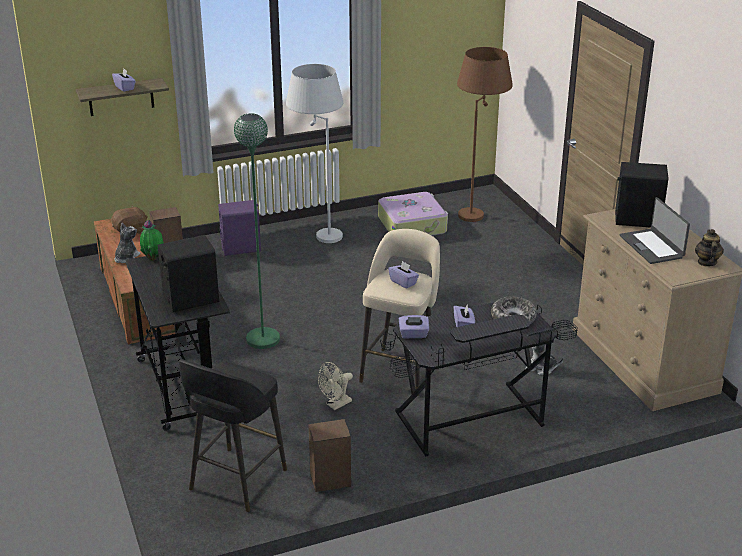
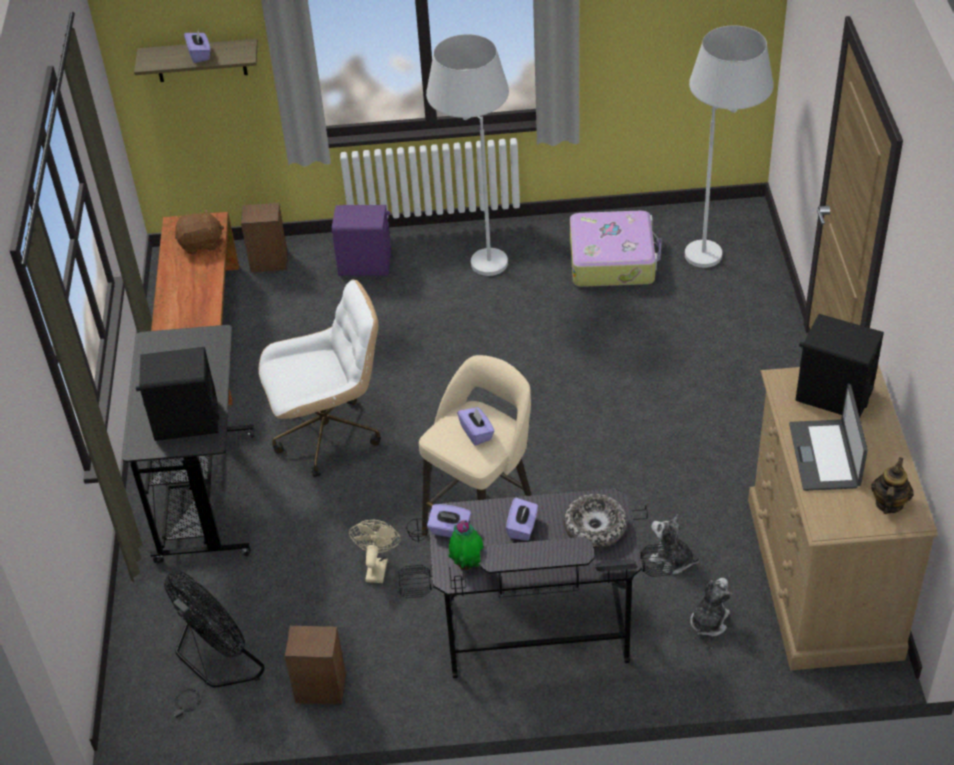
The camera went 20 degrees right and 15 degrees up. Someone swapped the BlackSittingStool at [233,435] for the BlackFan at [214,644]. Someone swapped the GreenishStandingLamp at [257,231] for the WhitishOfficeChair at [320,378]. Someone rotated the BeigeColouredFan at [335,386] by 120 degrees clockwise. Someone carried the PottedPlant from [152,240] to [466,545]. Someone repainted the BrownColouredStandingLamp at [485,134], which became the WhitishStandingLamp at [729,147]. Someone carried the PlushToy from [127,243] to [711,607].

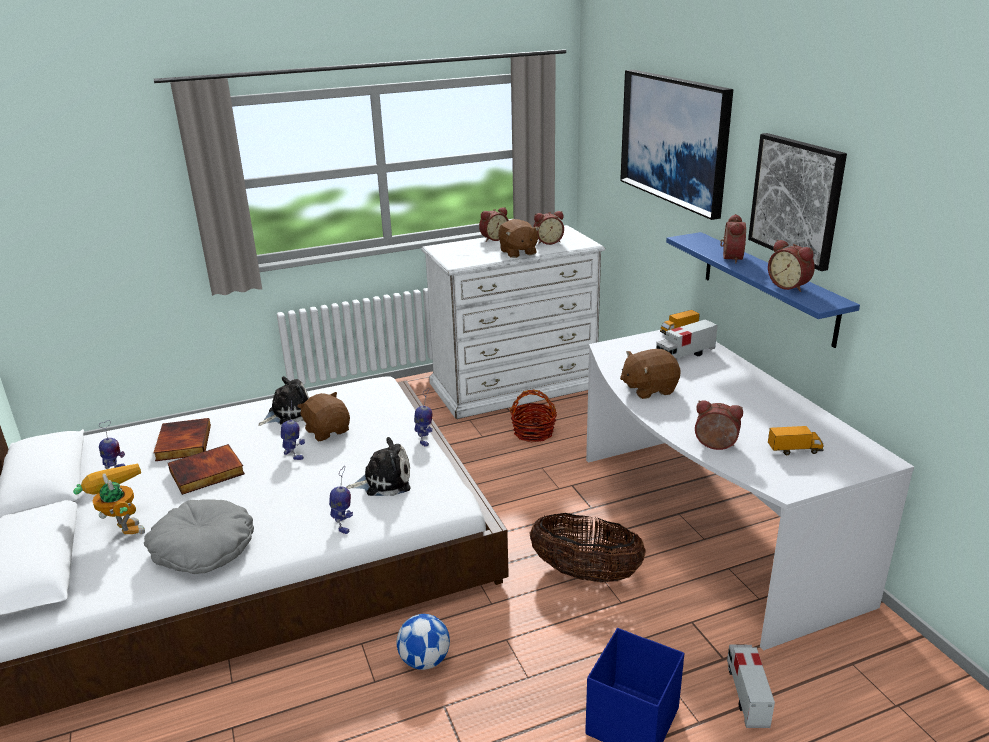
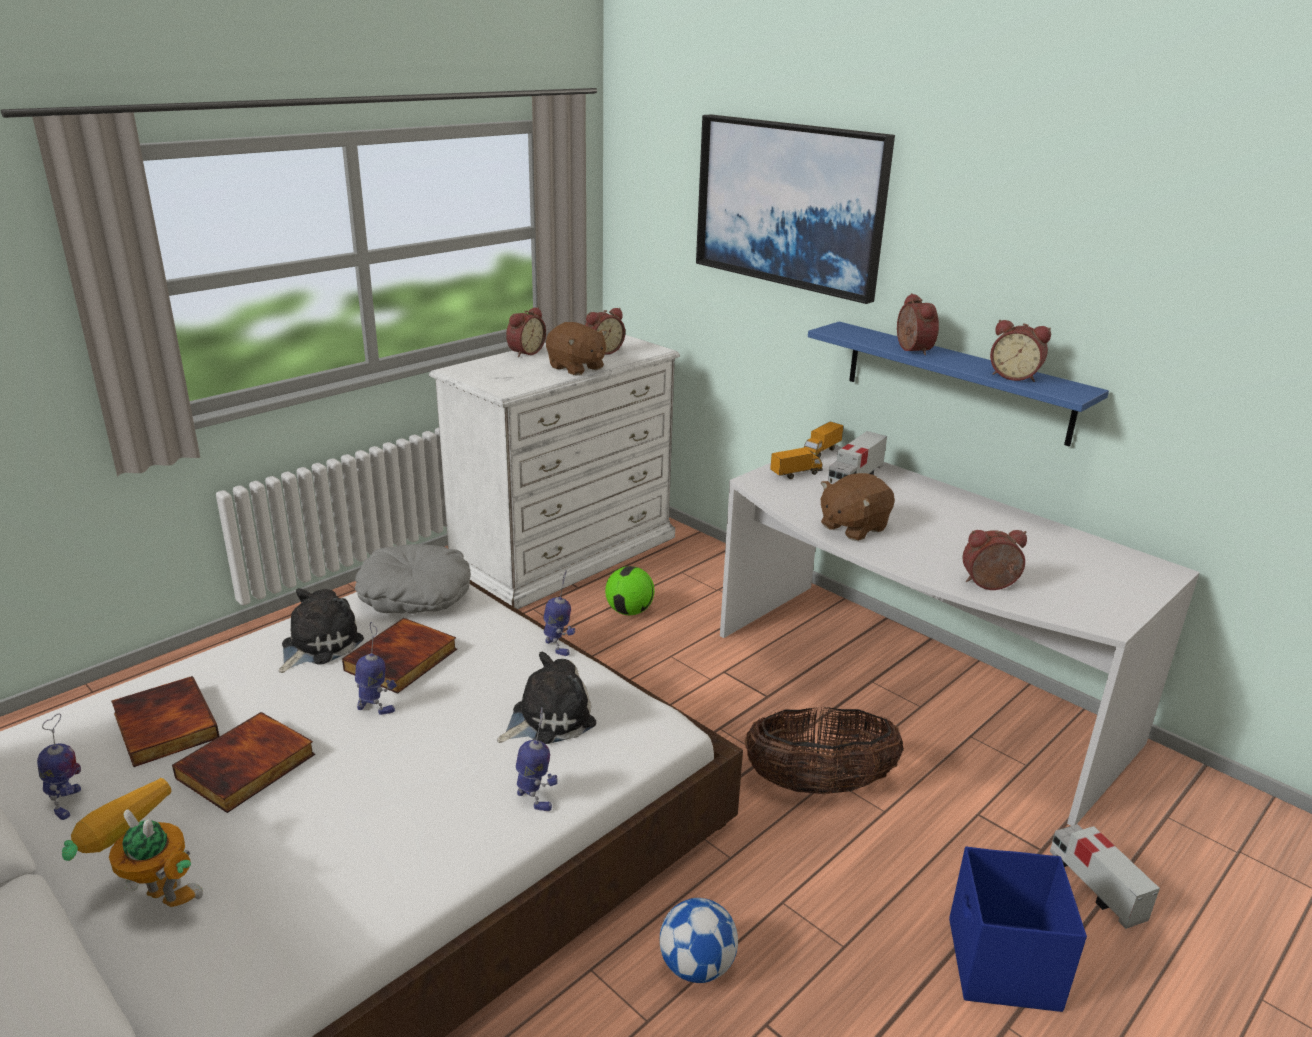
The camera went 25 degrees left and 0 degrees up. Someone swapped the BrownColouredPlushToy at [323,416] for the BoundBook at [399,656]. Someone carried the GreyishThrowPillow from [199,536] to [413,579]. Someone swapped the Basket at [533,416] for the Football at [630,590]. Someone carried the ModelTruck from [796,440] to [796,463]. Someone took away the Picture at [797,202].

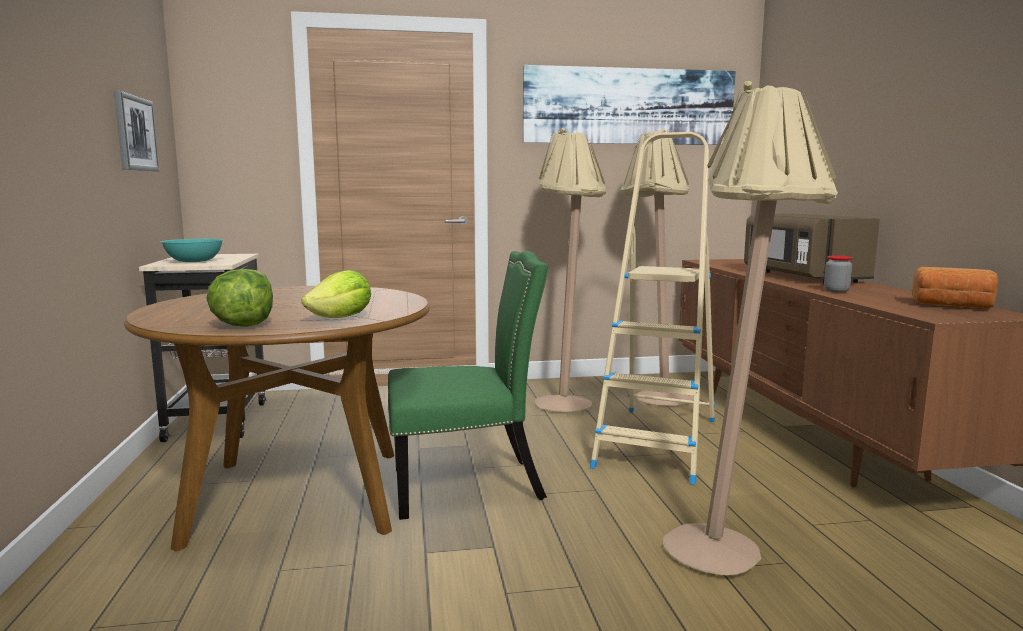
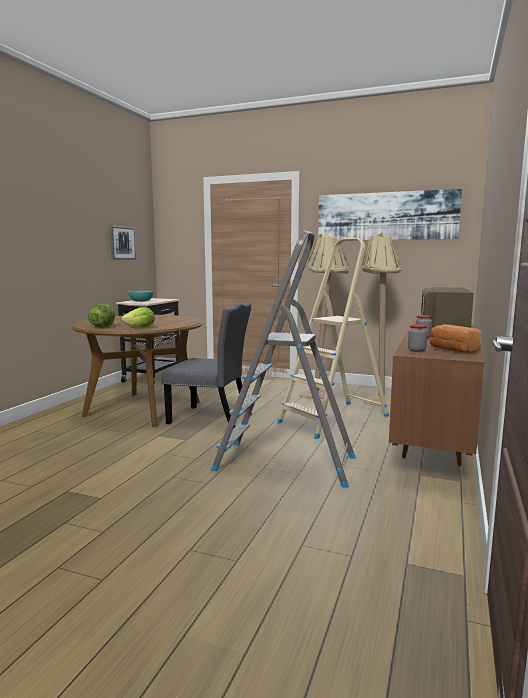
The camera went 30 degrees right and 0 degrees up. Someone repainted the GreenishPlainChair at [468,385], which became the GreyishPlainChair at [206,366]. Someone swapped the BeigeColouredStandingLamp at [750,328] for the GreyishStepladder at [283,359]. Someone put down the StorageJar at [417,338].

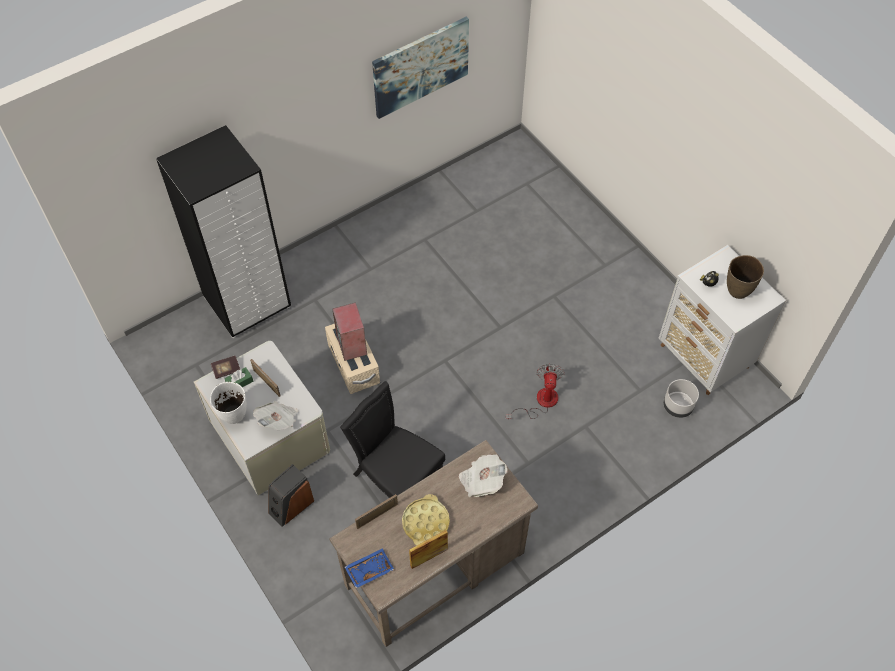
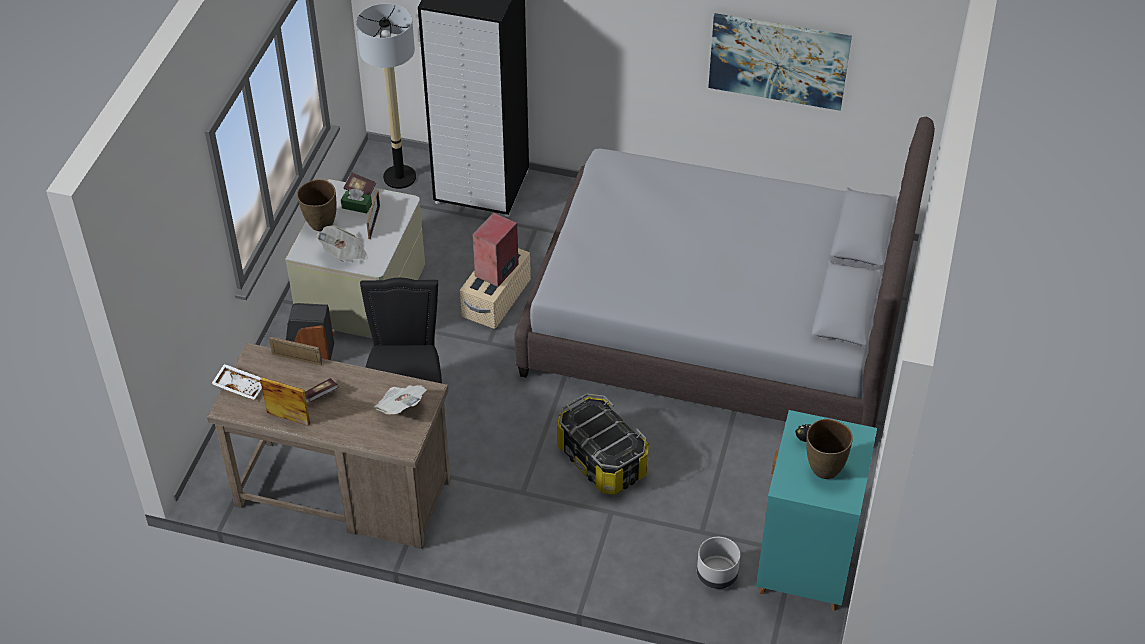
The camera went 50 degrees right and 10 degrees down. Someone repainted the BluishServingTray at [369,568], which became the WhitishServingTray at [236,382]. Someone repainted the WhitishVase at [228,403], which became the BrownColouredVase at [316,205]. Someone swapped the YellowColouredServingTray at [426,520] for the BoundBook at [322,390]. Someone put down the StandingLamp at [386,96]. Someone put down the GreyishSleepingBed at [725,272]. Someone swapped the Fan at [535,391] for the StorageBin at [603,444]. Someone repainted the WhitishDrawerChest at [722,320], which became the BlueGreenDrawerChest at [816,510].

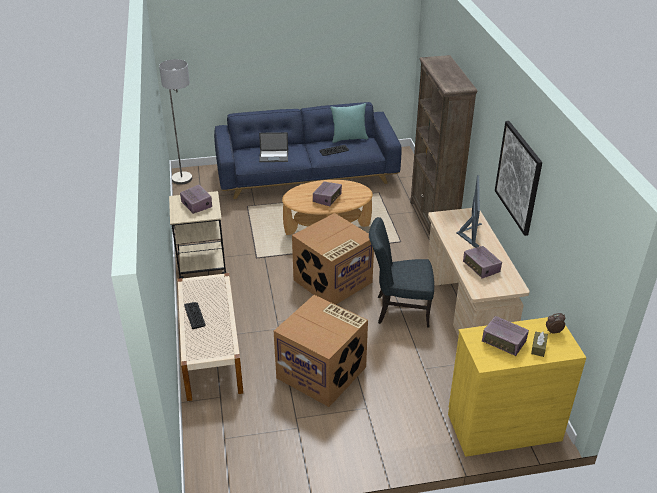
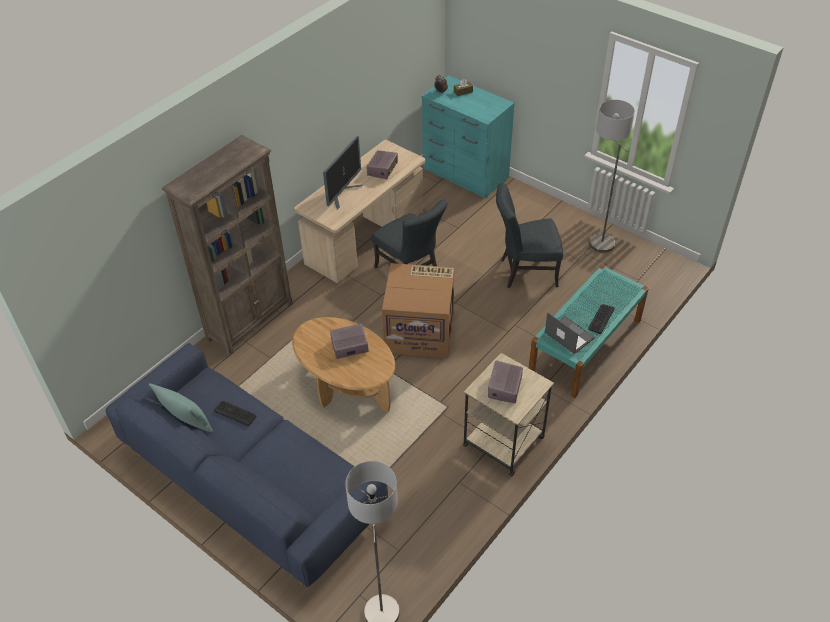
The camera went 130 degrees left and 10 degrees up. Someone rotated the ComputerDisplay at [469,211] by 150 degrees clockwise. Someone repainted the YellowColouredDrawerChest at [517,387], which became the BlueGreenDrawerChest at [468,137]. Someone swapped the Carton at [321,351] for the GreyishPlainChair at [529,235]. Someone repainted the BeigeColouredBench at [210,337], which became the BlueGreenBench at [588,331]. Someone carried the NotebookComputer from [273,147] to [570,333]. Someone put down the GreyishStandingLamp at [612,176]. Someone took away the RadioSet at [505,336]. Someone took away the Picture at [518,178].

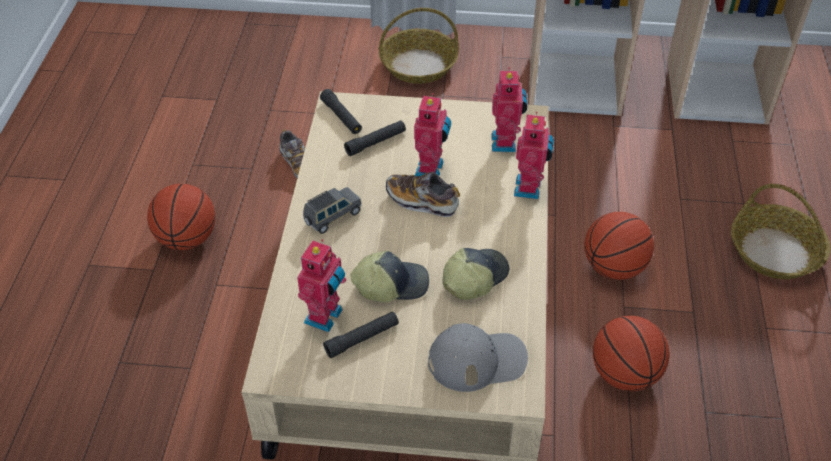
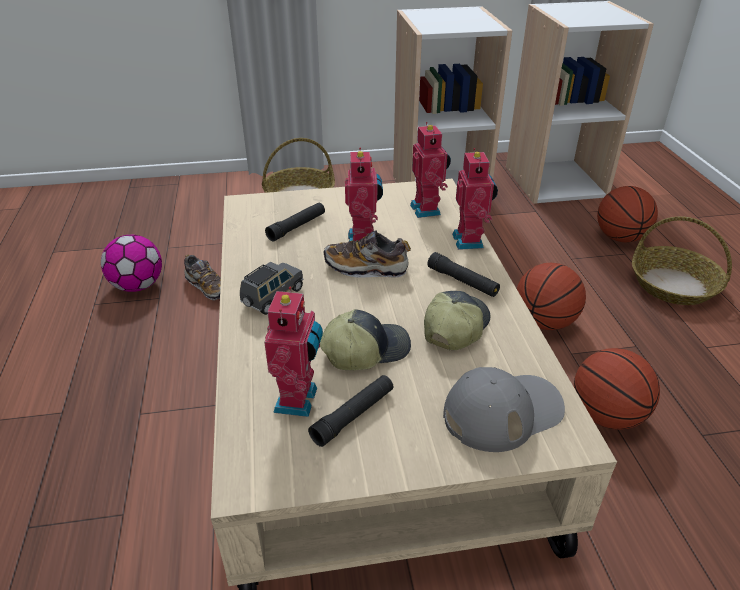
The camera went 15 degrees left and 10 degrees down. Someone put down the Football at [131,263]. Someone carried the BlackHandTorch from [341,111] to [463,274]. Someone carried the BallForBasketball from [181,217] to [627,214].

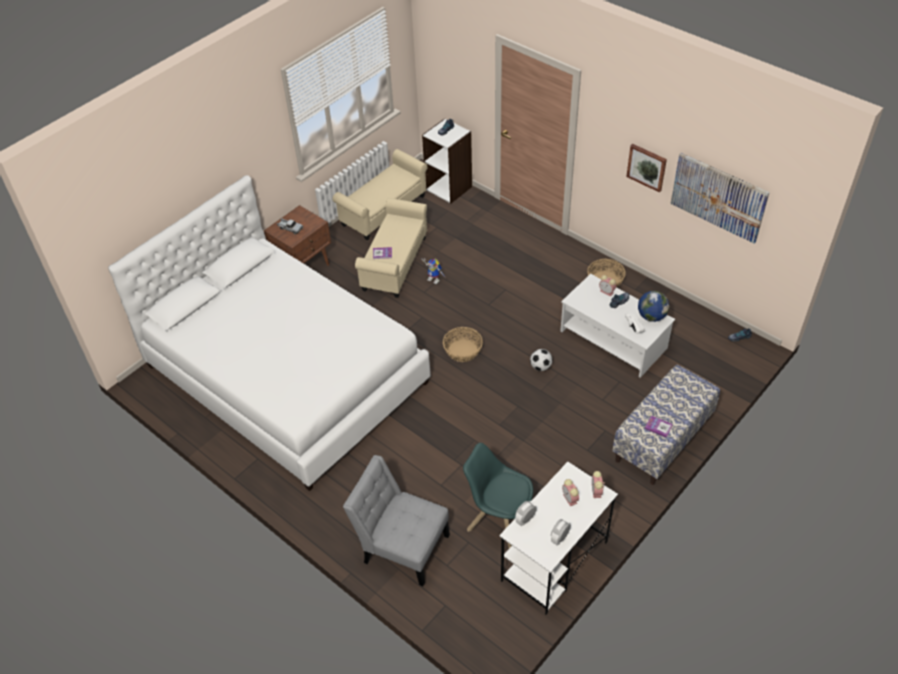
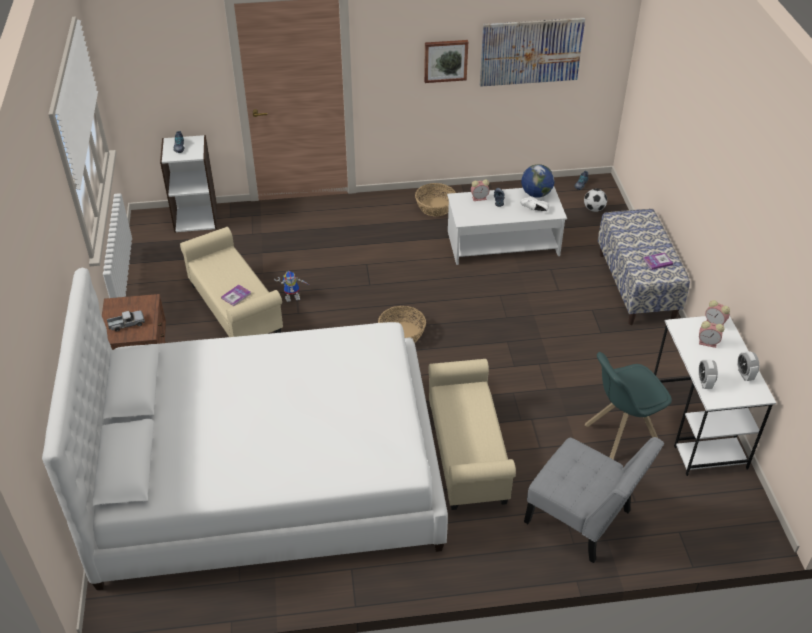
The camera went 50 degrees left and 5 degrees down. Someone carried the BeigeColouredOttoman from [380,194] to [472,434]. Someone rotated the GreyishPlainChair at [396,520] by 120 degrees counterclockwise. Someone carried the Football from [541,360] to [595,200].

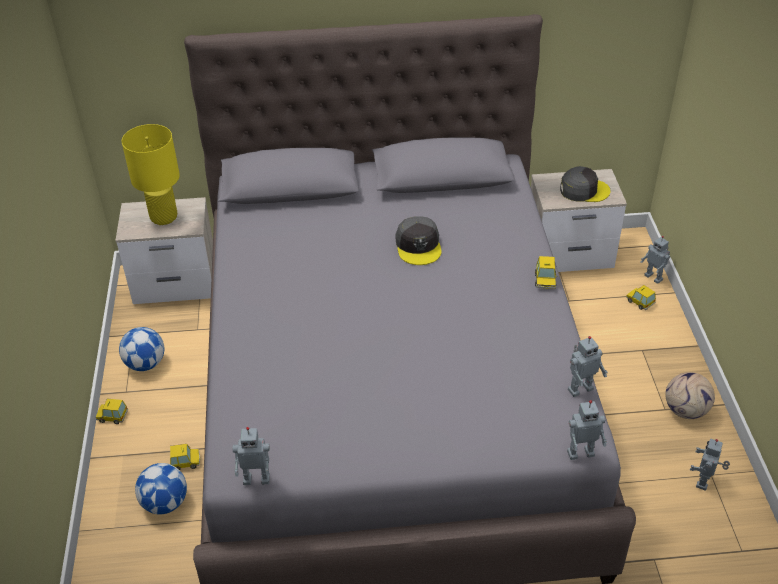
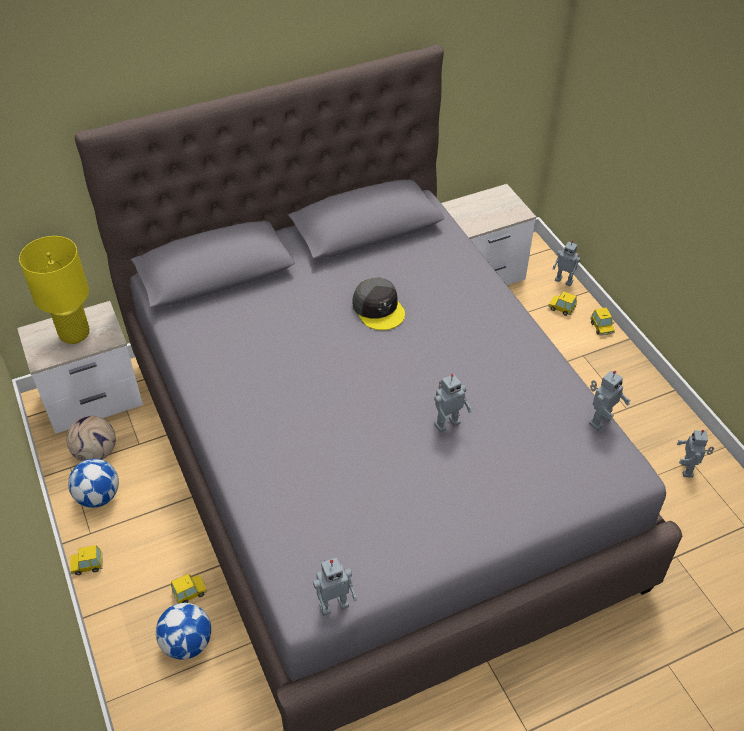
The camera went 20 degrees left and 5 degrees up. Someone carried the Football from [690,395] to [91,438]. Someone carried the ToyRobot from [587,430] to [453,403]. Someone carried the MiniatureCar from [546,272] to [602,321]. Someone took away the GreyishBaseballCap at [585,184].

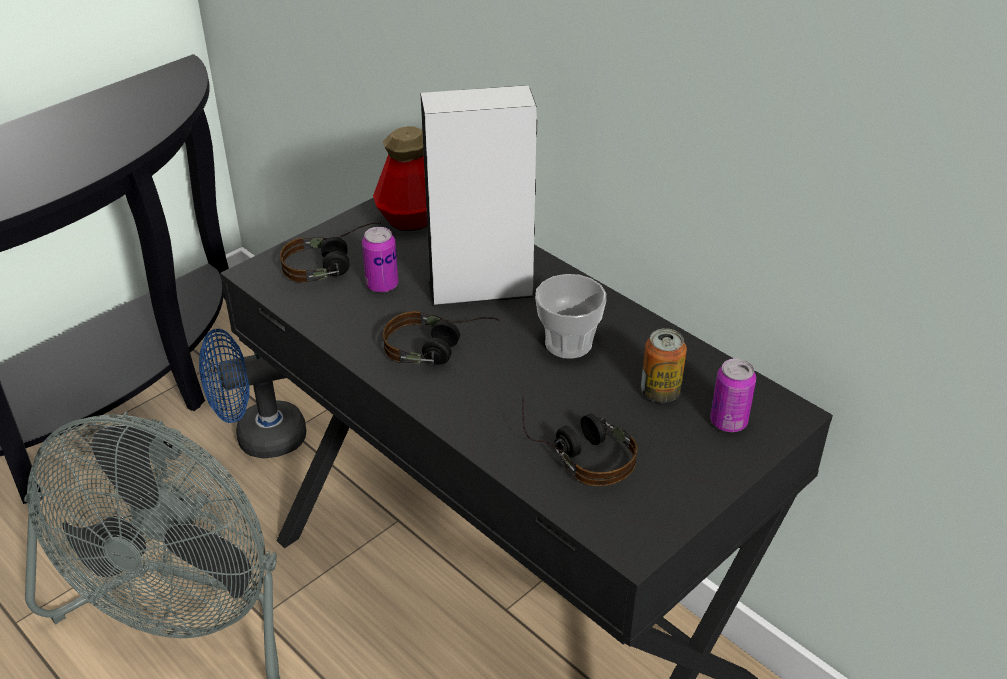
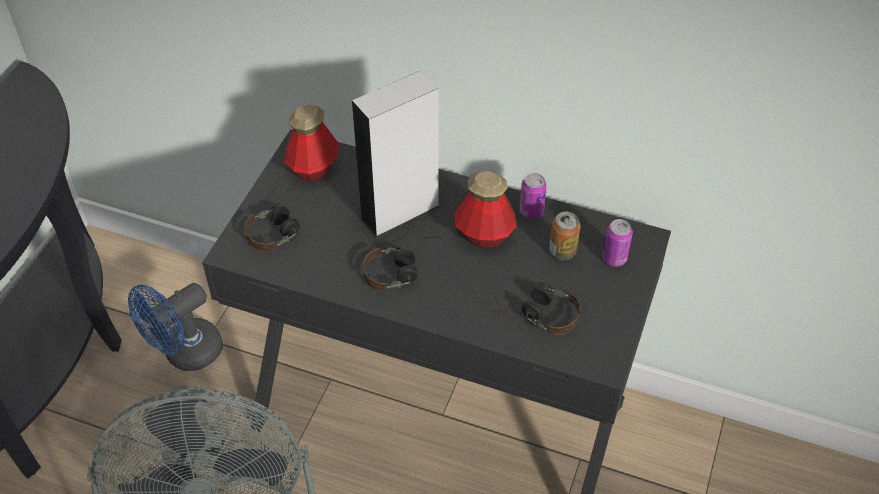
The camera went 25 degrees left and 10 degrees up. Someone swapped the SmallCup at [570,316] for the BeverageBottle at [485,210]. Someone carried the SealedCan from [380,260] to [533,196].

